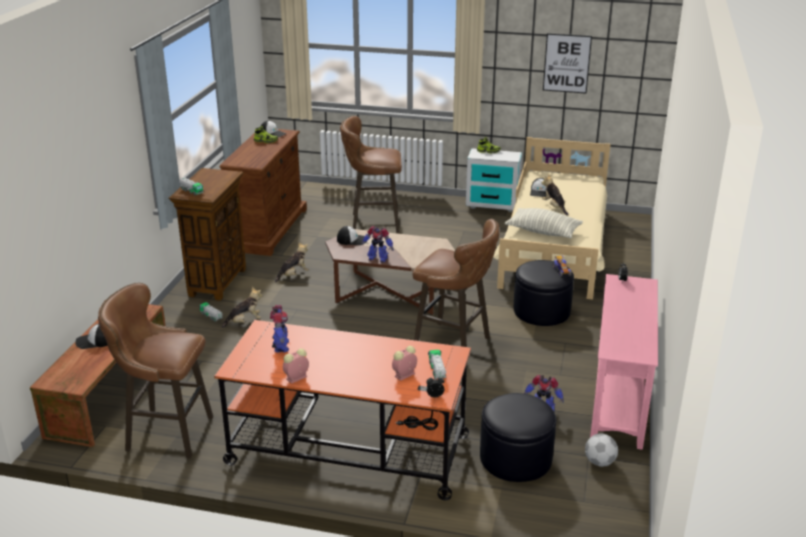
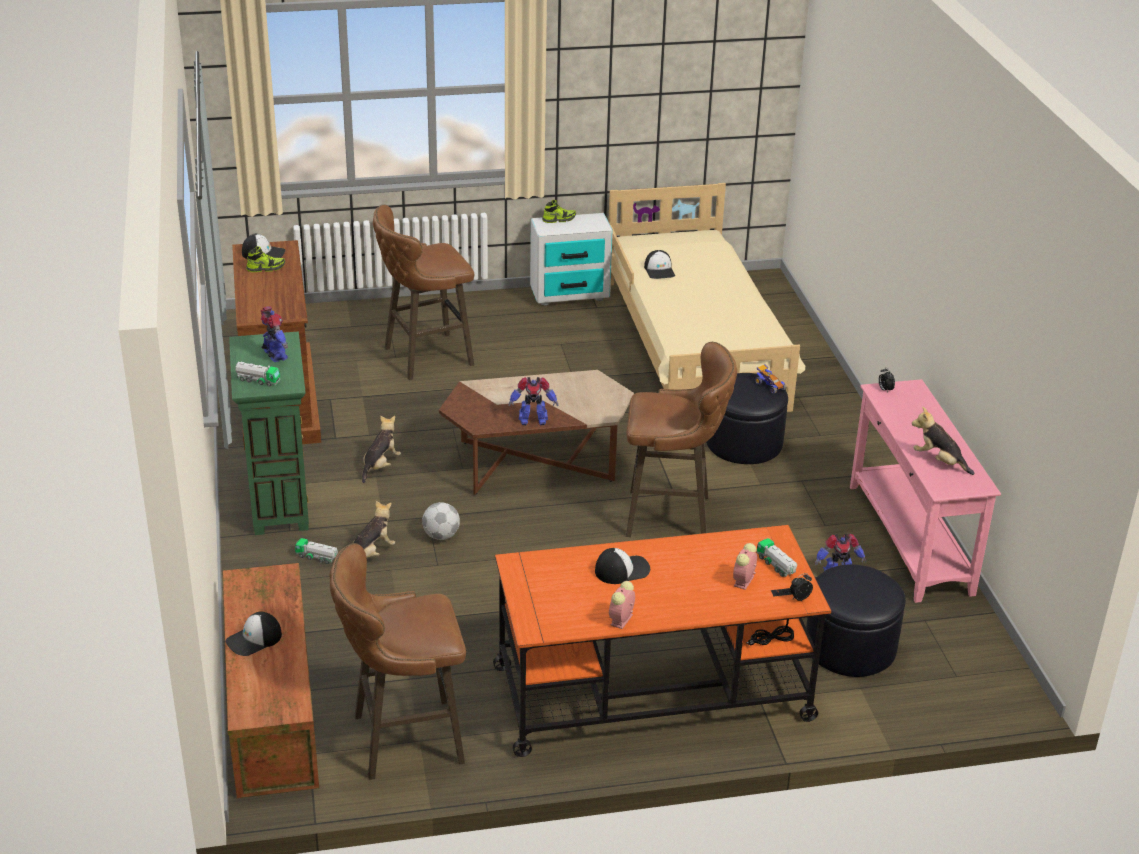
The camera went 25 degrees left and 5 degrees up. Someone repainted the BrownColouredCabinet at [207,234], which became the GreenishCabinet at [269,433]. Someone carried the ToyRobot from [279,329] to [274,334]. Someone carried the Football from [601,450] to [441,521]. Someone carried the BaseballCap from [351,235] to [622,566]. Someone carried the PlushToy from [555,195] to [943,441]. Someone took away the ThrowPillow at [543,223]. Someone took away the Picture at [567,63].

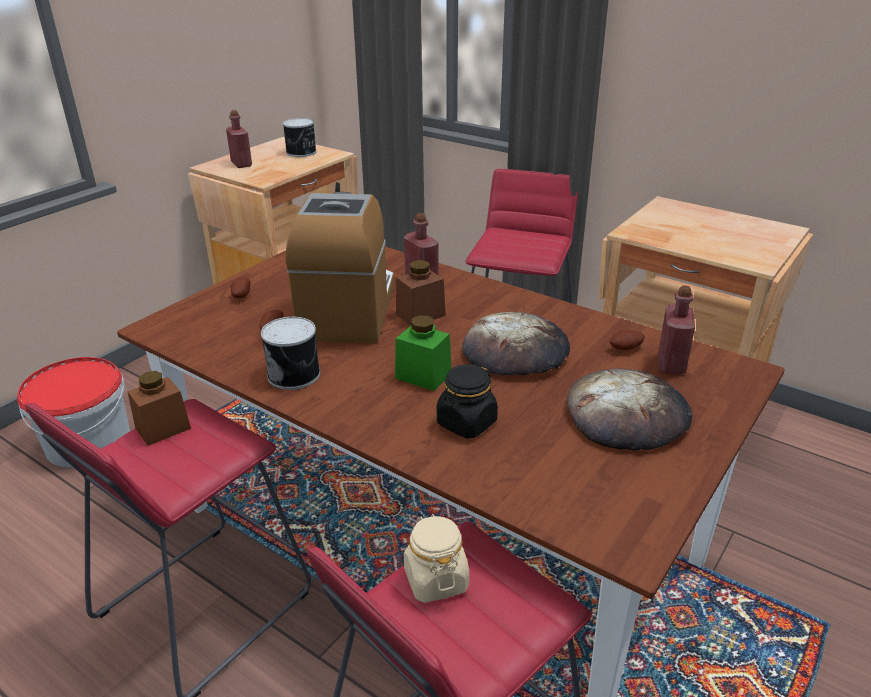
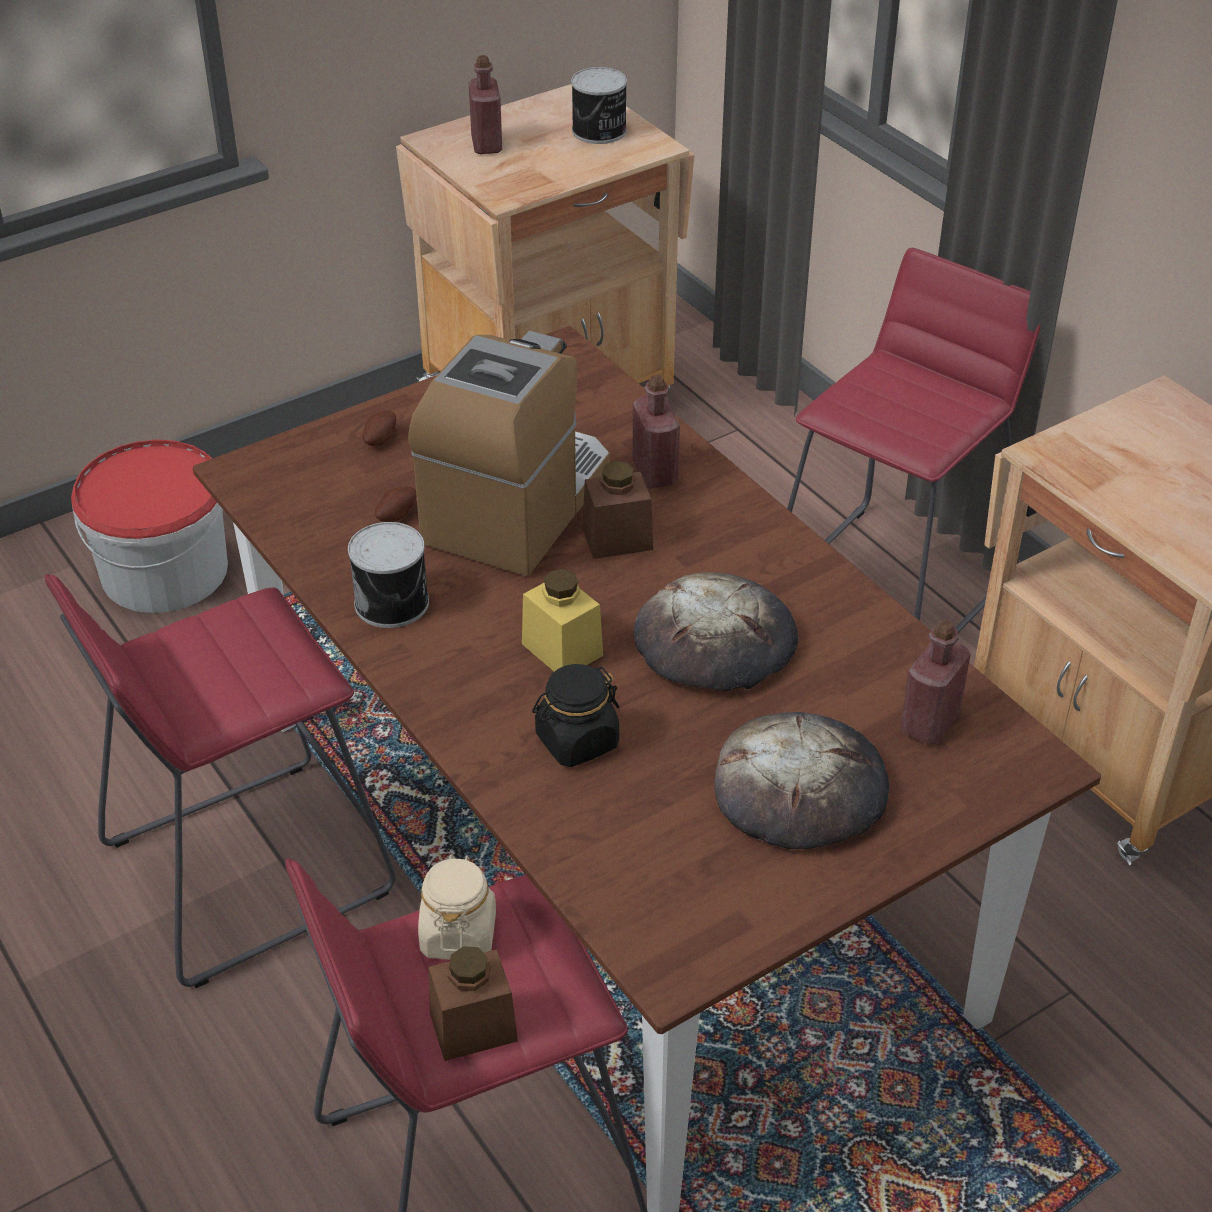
The camera went 20 degrees right and 10 degrees up. Someone carried the BrownColouredStorageJar from [159,408] to [473,1003]. Someone repainted the GreenishStorageJar at [423,353], which became the YellowColouredStorageJar at [562,620]. Someone took away the WholePotato at [627,340].

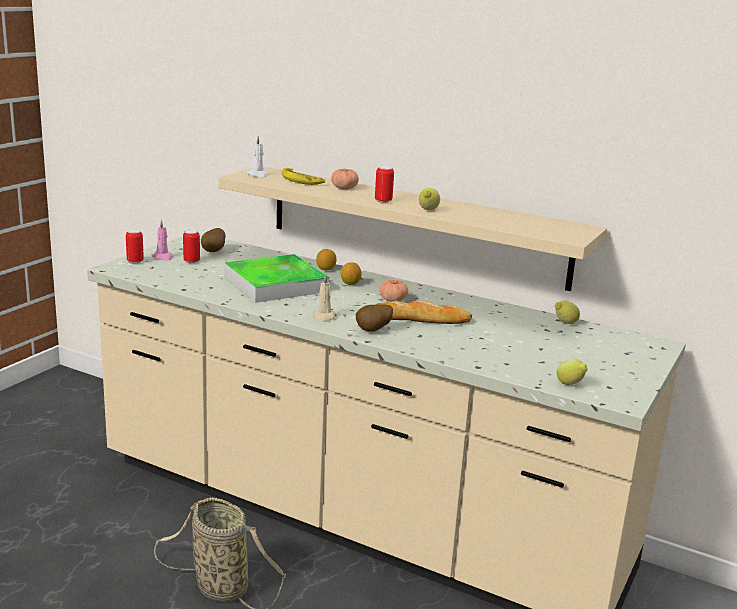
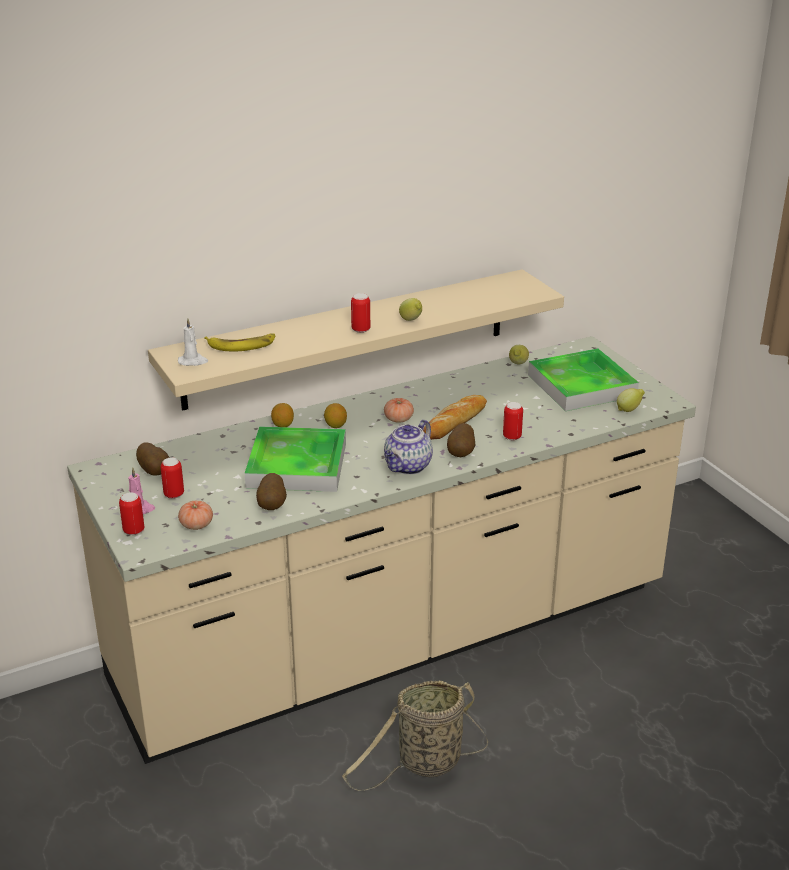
The camera went 55 degrees left and 10 degrees up. Someone carried the WholeTomato from [345,179] to [195,515]. Someone put down the WholePotato at [271,491]. Someone swapped the BeigeColouredWaxLight at [324,298] for the TeaPot at [408,447]. Someone put down the SealedCan at [513,421]. Someone put down the ServingTray at [583,379].

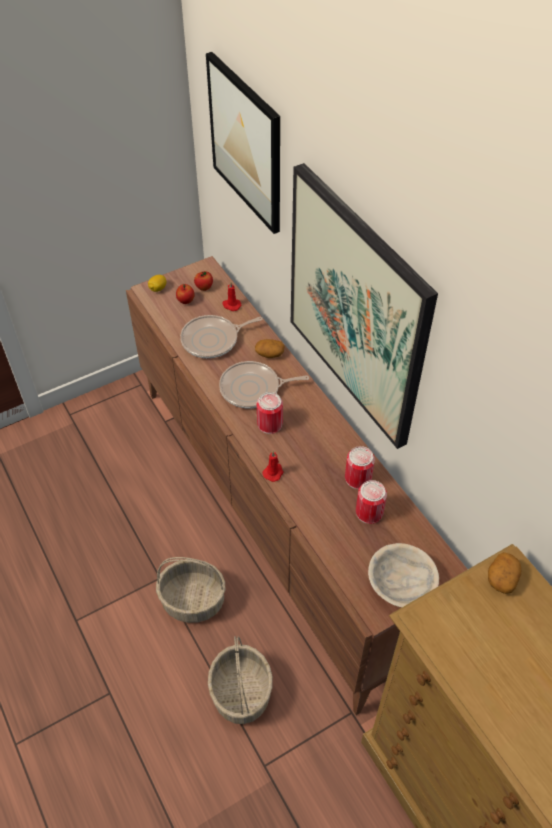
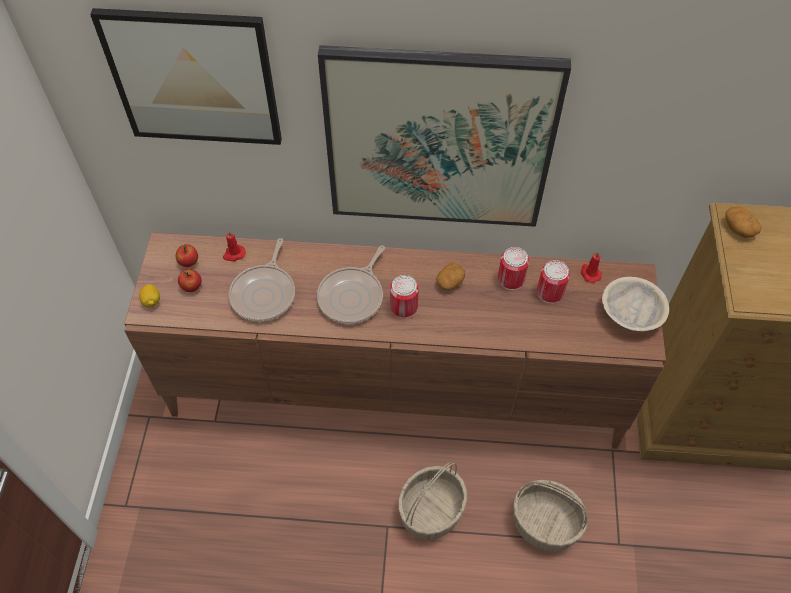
The camera went 55 degrees left and 5 degrees up. Someone carried the WholePotato from [270,348] to [450,276]. Someone carried the ReddishWaxLight from [273,466] to [591,267].

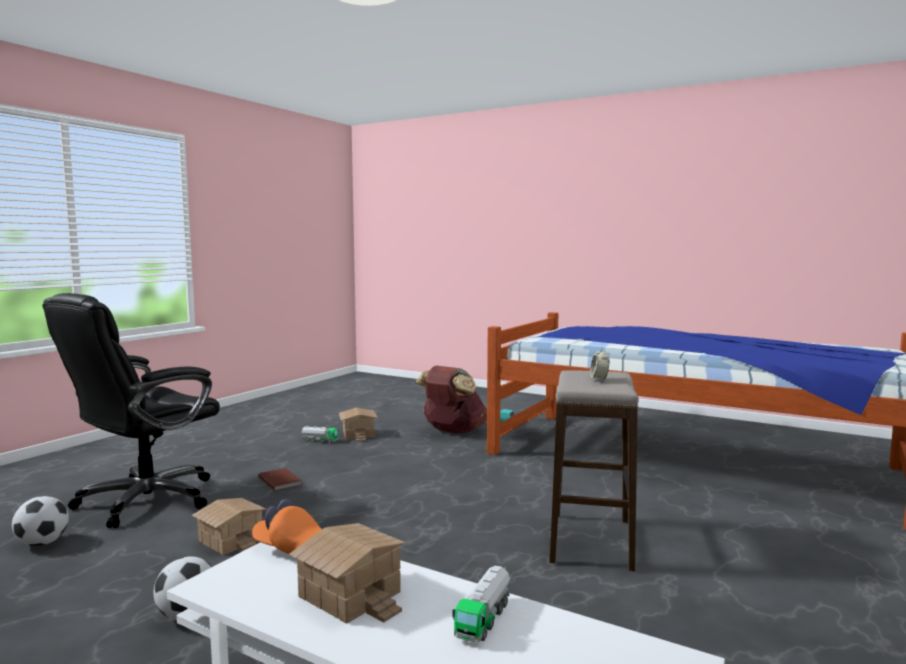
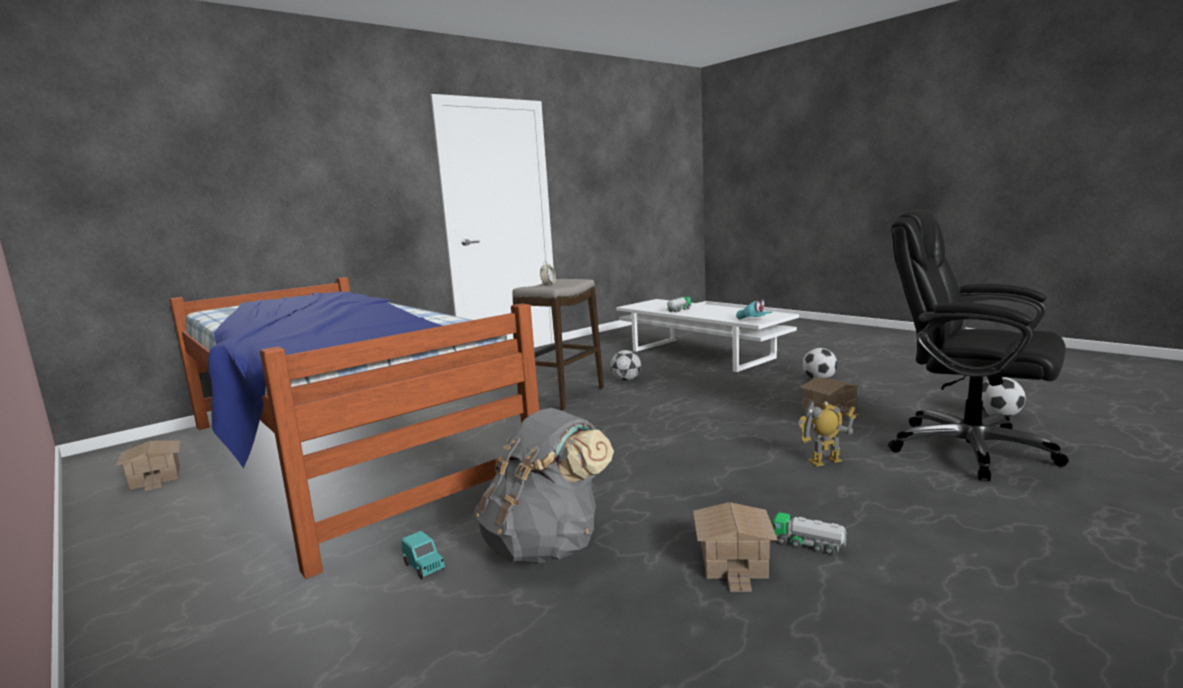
The camera went 160 degrees left and 5 degrees up. Someone carried the ModelHouse from [347,573] to [148,465]. Someone repainted the BrownColouredKnapsack at [451,399], which became the GreyishKnapsack at [544,486]. Someone put down the Football at [625,365]. Someone repainted the OrangeBaseballCap at [287,526], which became the BlueGreenBaseballCap at [754,309]. Someone swapped the BrownColouredBoundBook at [280,479] for the ToyRobot at [826,433]. Someone rotated the BlackOfficeChair at [131,410] by 105 degrees counterclockwise.

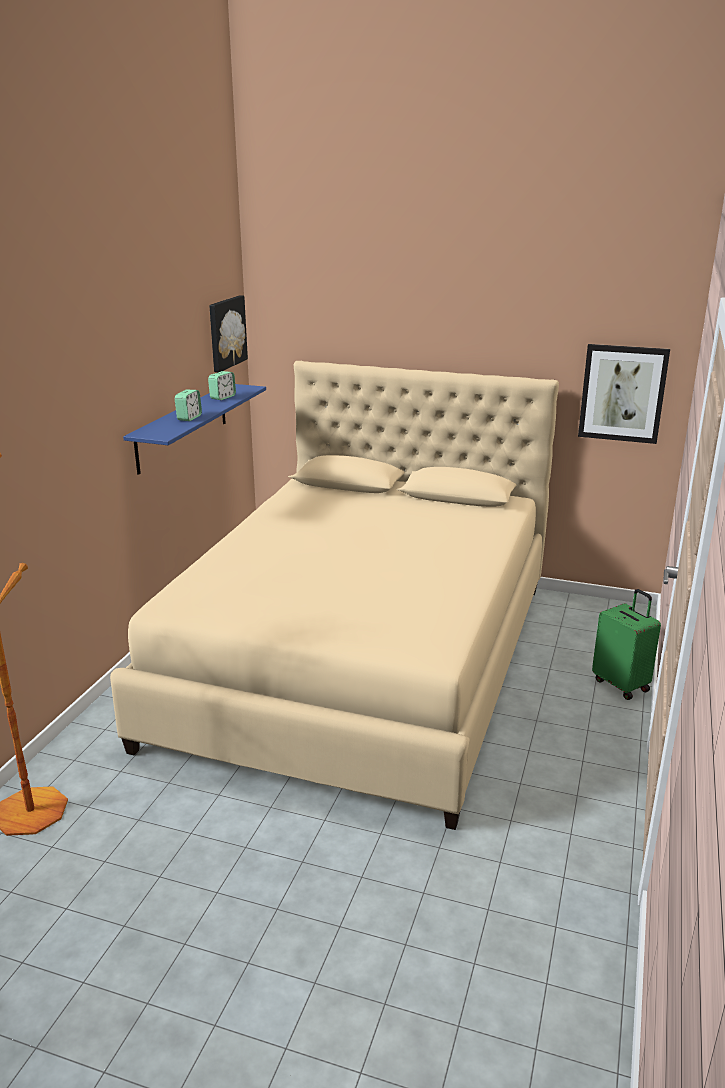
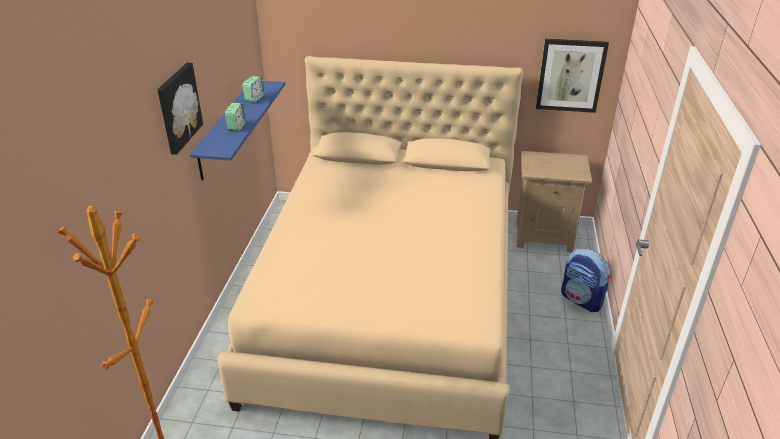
The camera went 10 degrees left and 10 degrees up. Someone carried the Picture from [228,333] to [180,109]. Someone put down the BeigeColouredNightTable at [554,201]. Someone swapped the GreenishSuitcase at [626,644] for the Knapsack at [586,280].

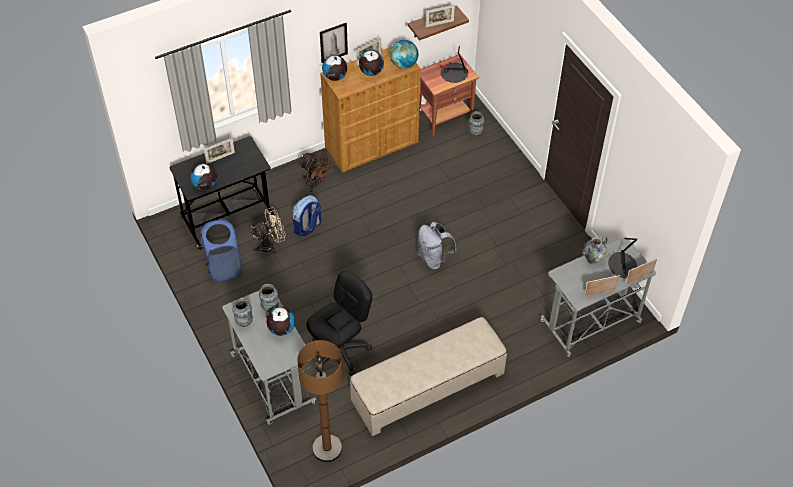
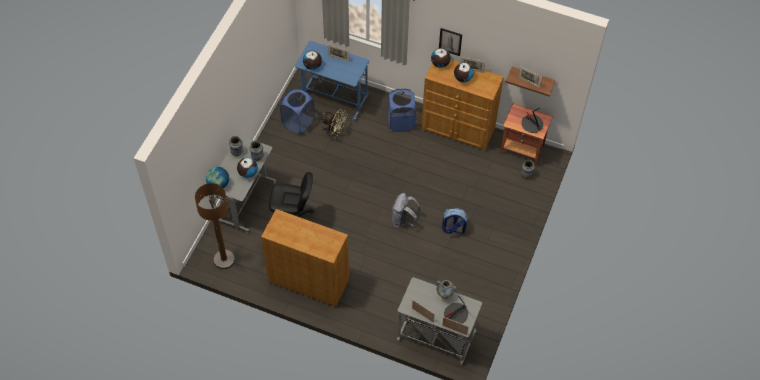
The camera went 50 degrees right and 5 degrees up. Someone carried the Globe from [404,54] to [217,177]. Someone swapped the BeigeColouredBench at [428,376] for the BrownColouredDrawerChest at [305,258]. Someone repainted the BlackDeskUnit at [222,193], which became the BluishDeskUnit at [332,81]. Someone swapped the BrownColouredFan at [316,171] for the BluishHamper at [402,110]. Someone carried the Knapsack from [306,216] to [455,221].

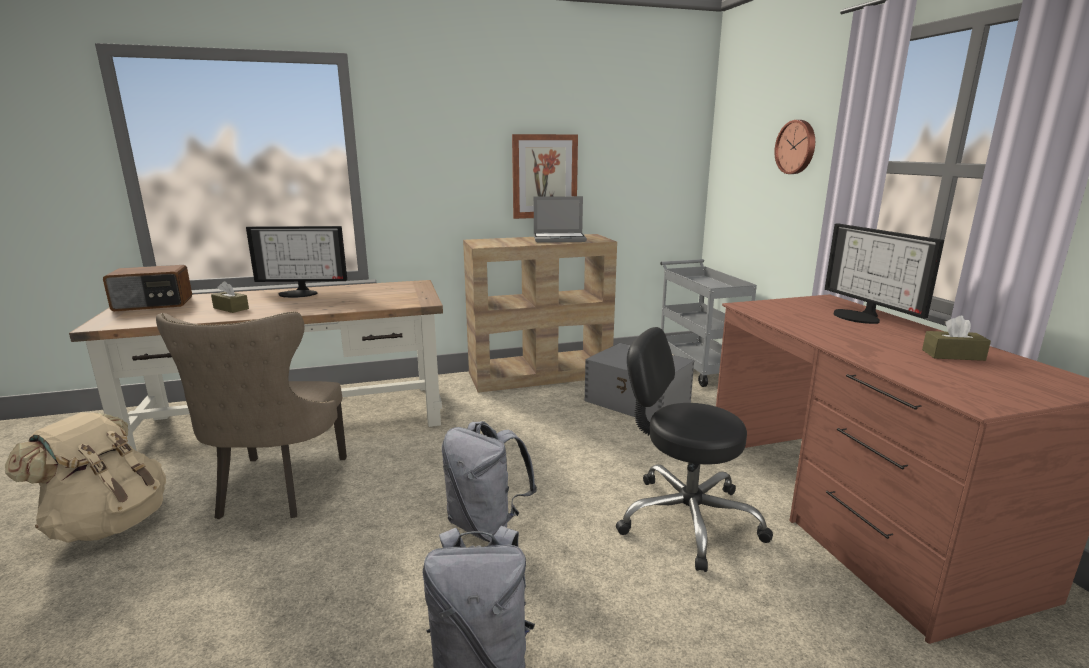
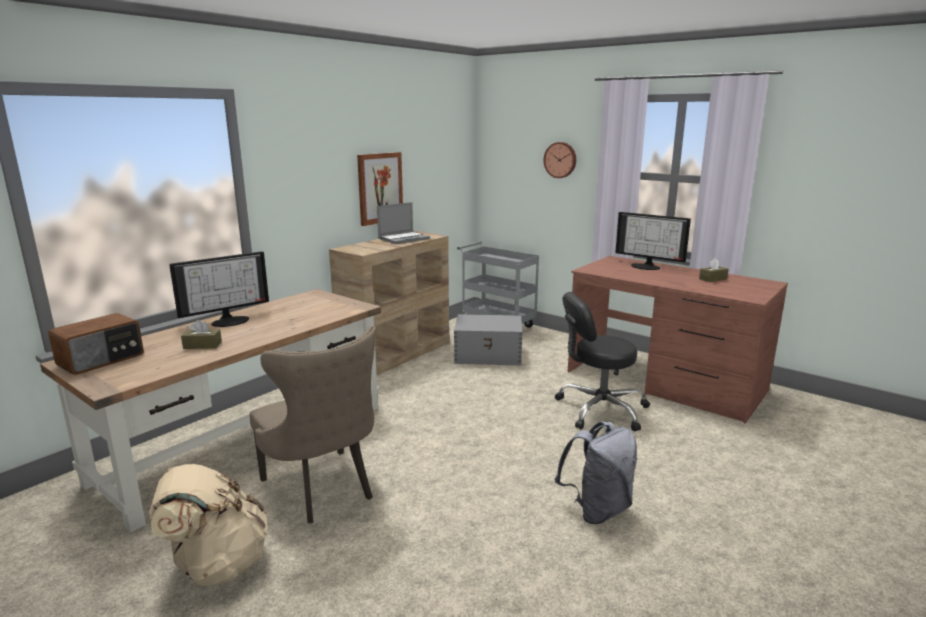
The camera went 35 degrees left and 0 degrees up. Someone took away the GreyishKnapsack at [489,481].

